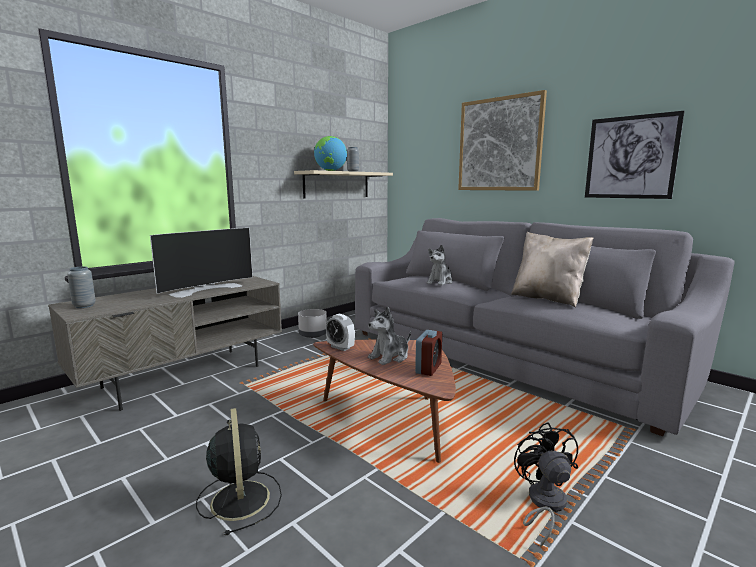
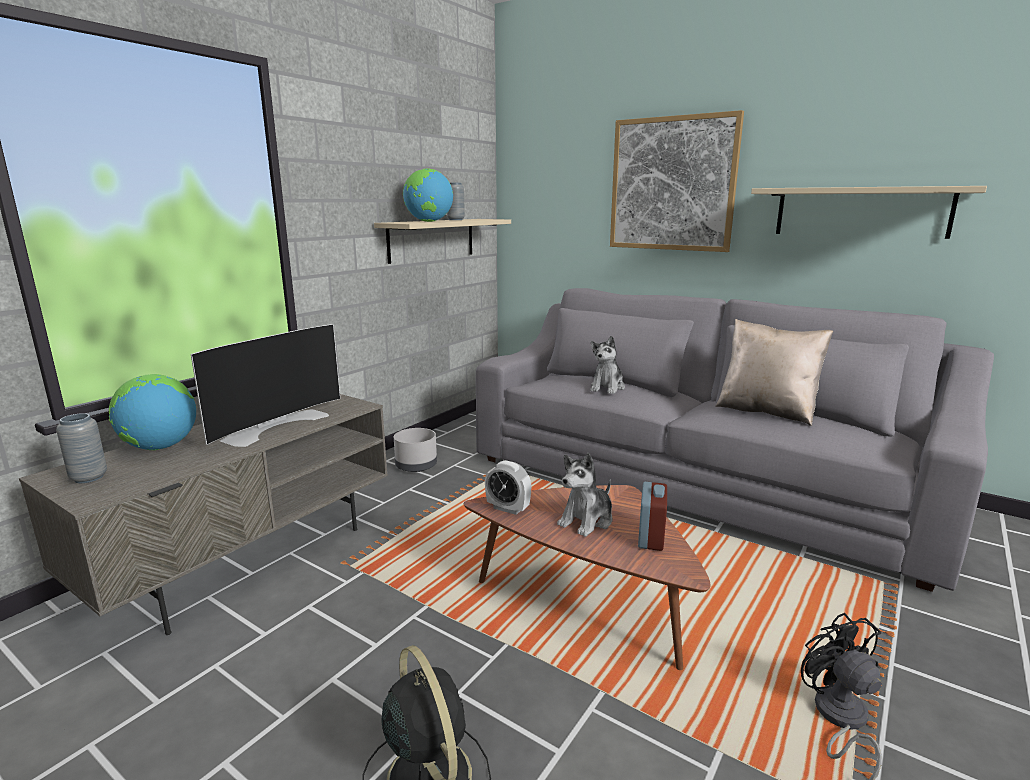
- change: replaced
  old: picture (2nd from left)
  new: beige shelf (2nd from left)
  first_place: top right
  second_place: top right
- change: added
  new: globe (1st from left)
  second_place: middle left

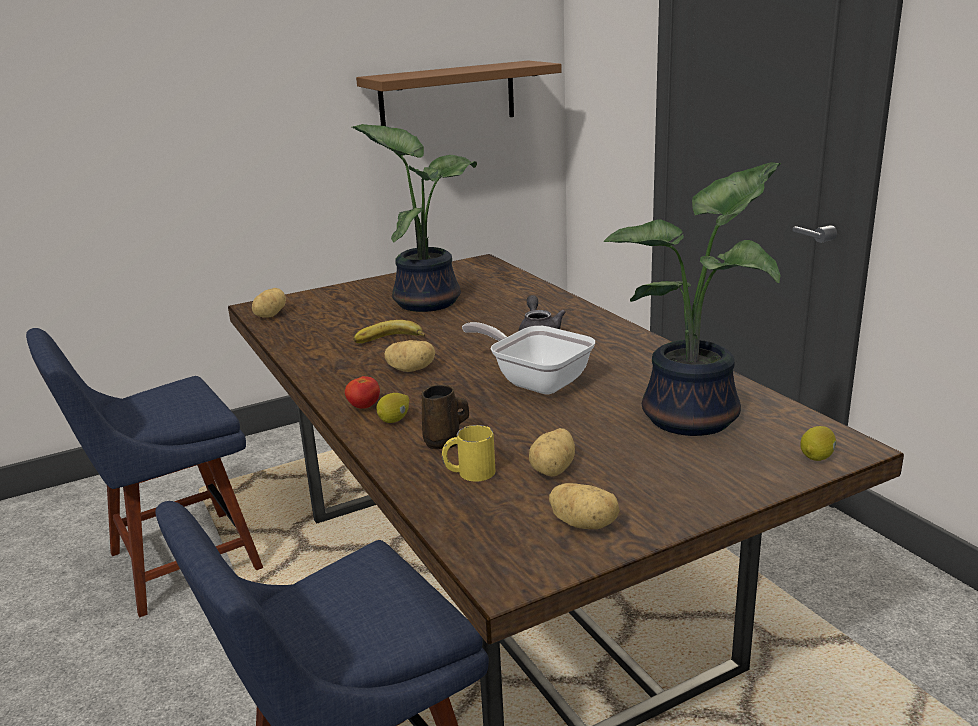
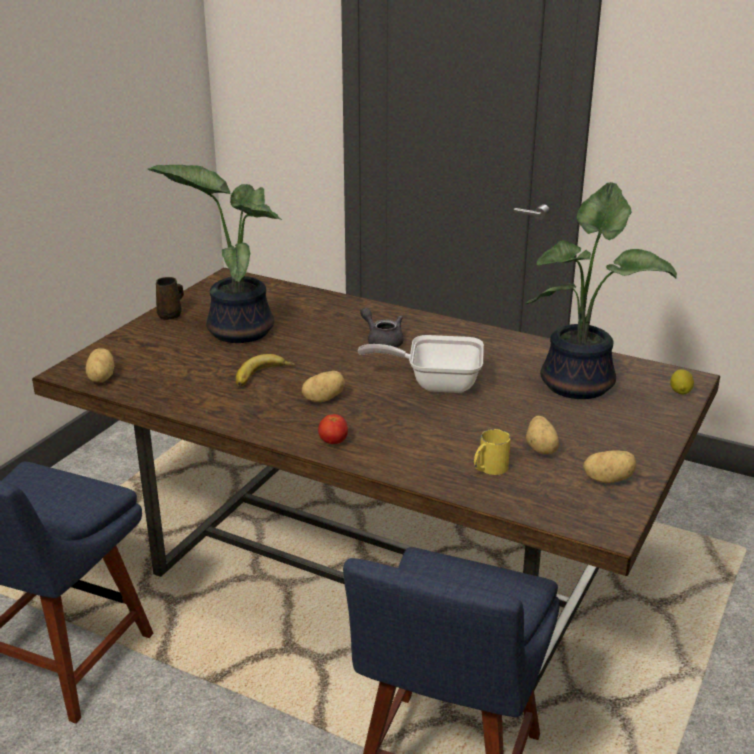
- change: removed
  old: brown shelf
  first_place: top centre
- change: removed
  old: lemon (1st from left)
  first_place: centre
- change: moved
  old: brown mug
  first_place: centre
  second_place: middle left

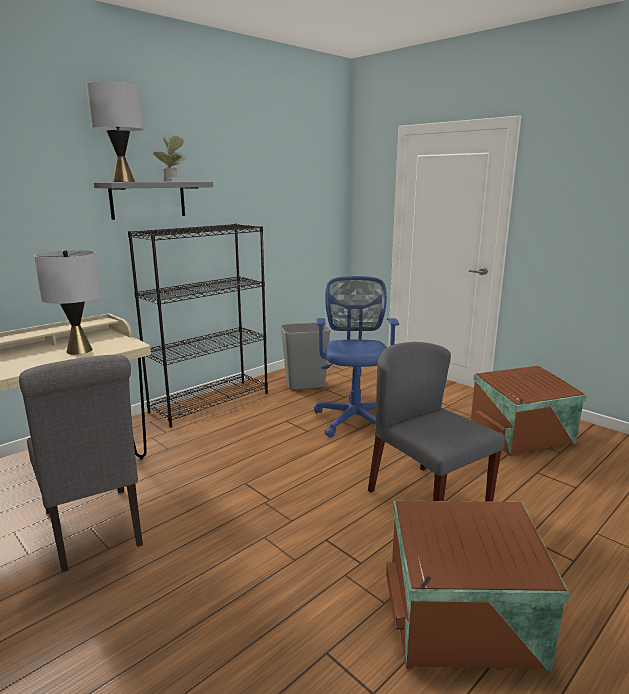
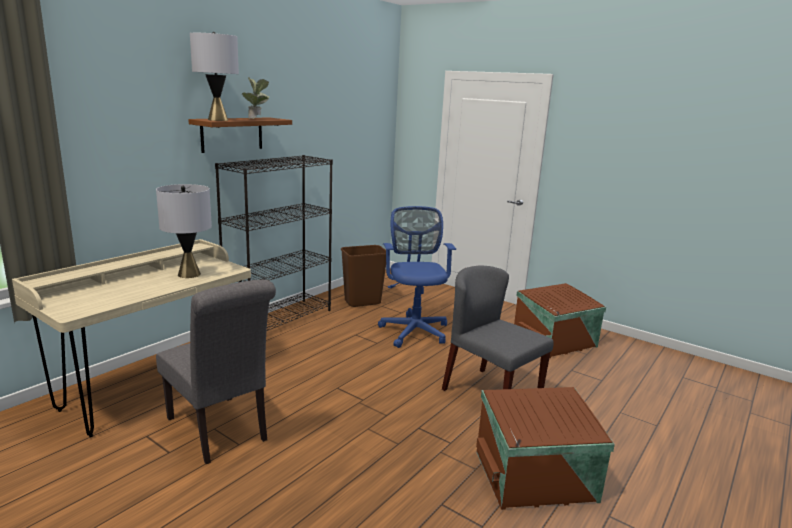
- change: recoloured
  old: grey shelf
  new: brown shelf
  first_place: top left
  second_place: top left
- change: recoloured
  old: grey trash can
  new: brown trash can
  first_place: centre
  second_place: centre

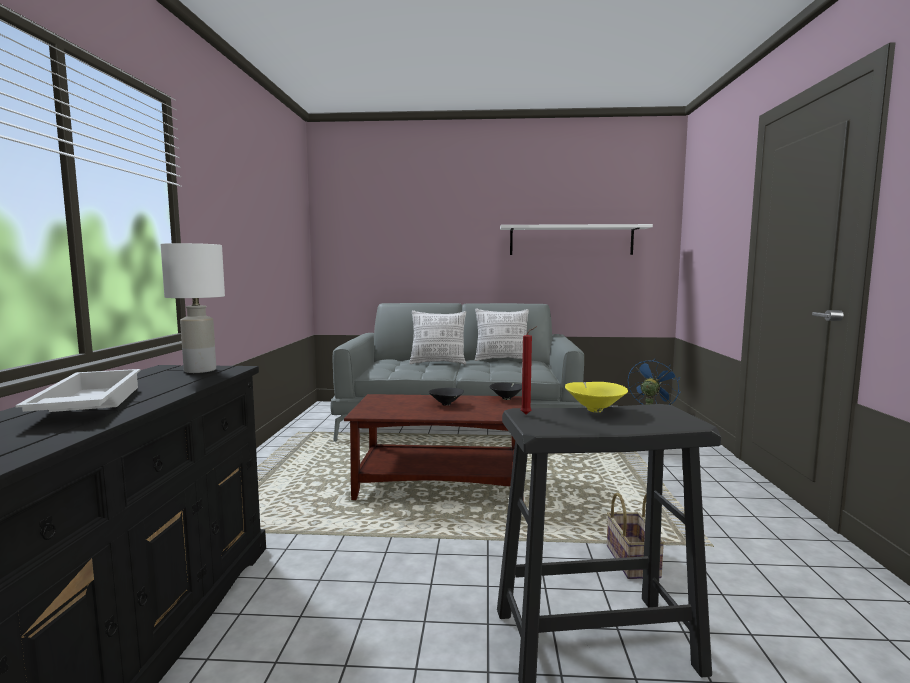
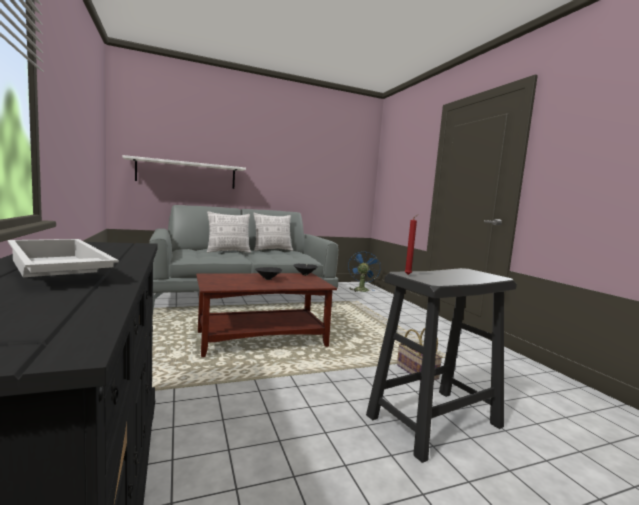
- change: removed
  old: white table lamp
  first_place: middle left
- change: moved
  old: white shelf
  first_place: centre
  second_place: middle left
- change: removed
  old: yellow bowl
  first_place: centre

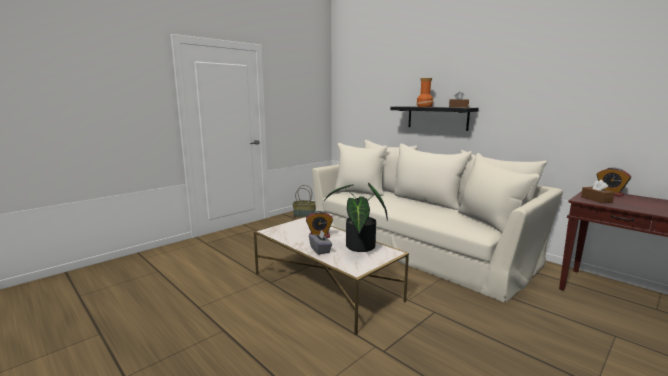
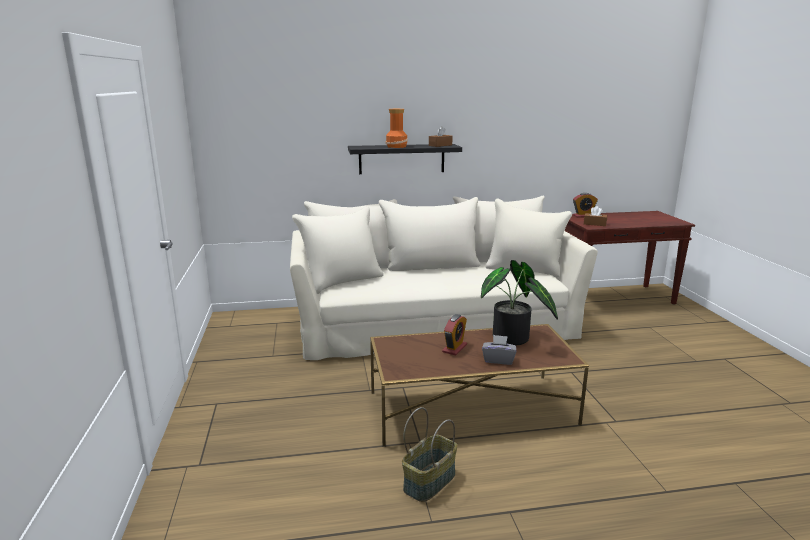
- change: recoloured
  old: white coffee table
  new: brown coffee table
  first_place: bottom centre
  second_place: bottom centre
- change: moved
  old: basket
  first_place: centre
  second_place: bottom centre

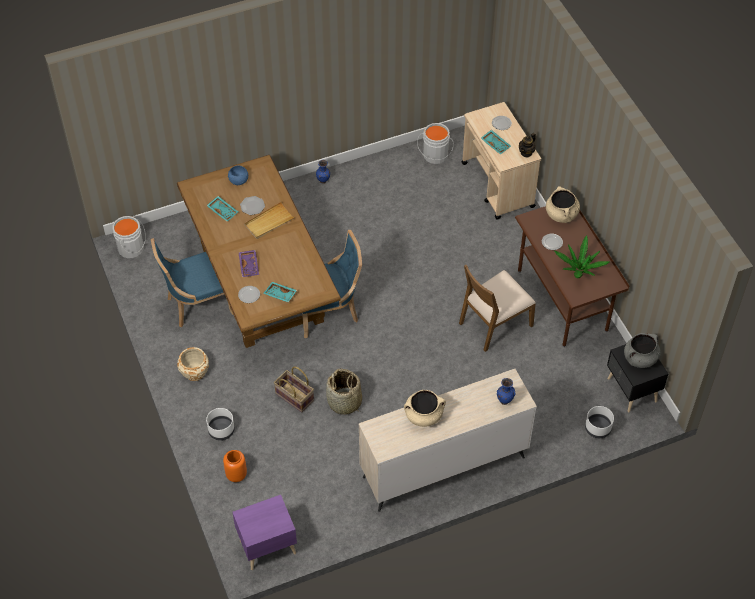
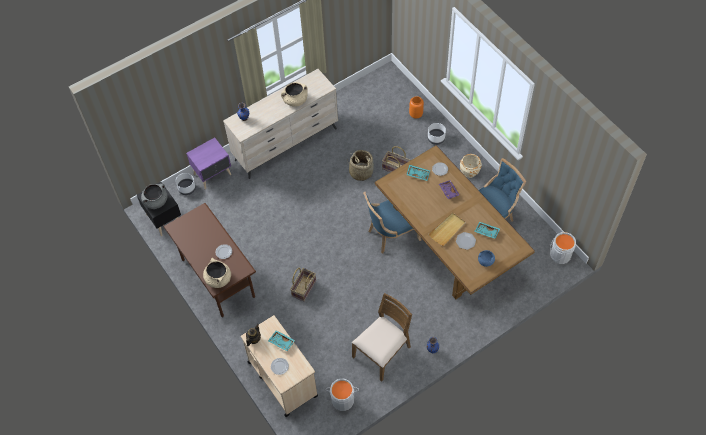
- change: moved
  old: purple nightstand
  first_place: bottom centre
  second_place: middle left
- change: moved
  old: brown chair
  first_place: centre
  second_place: bottom centre
- change: removed
  old: potted plant
  first_place: middle right
- change: added
  new: basket (1st from left)
  second_place: centre

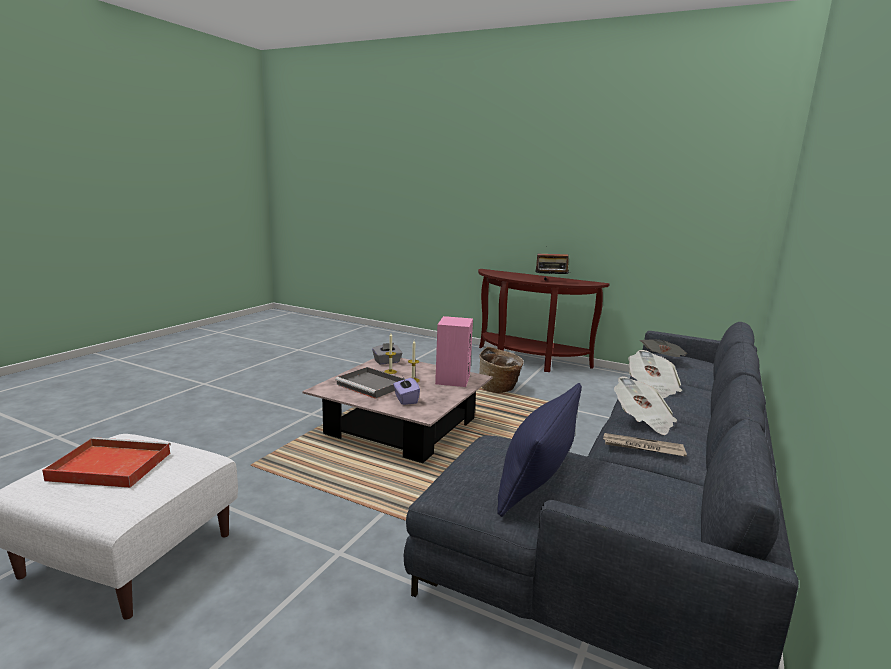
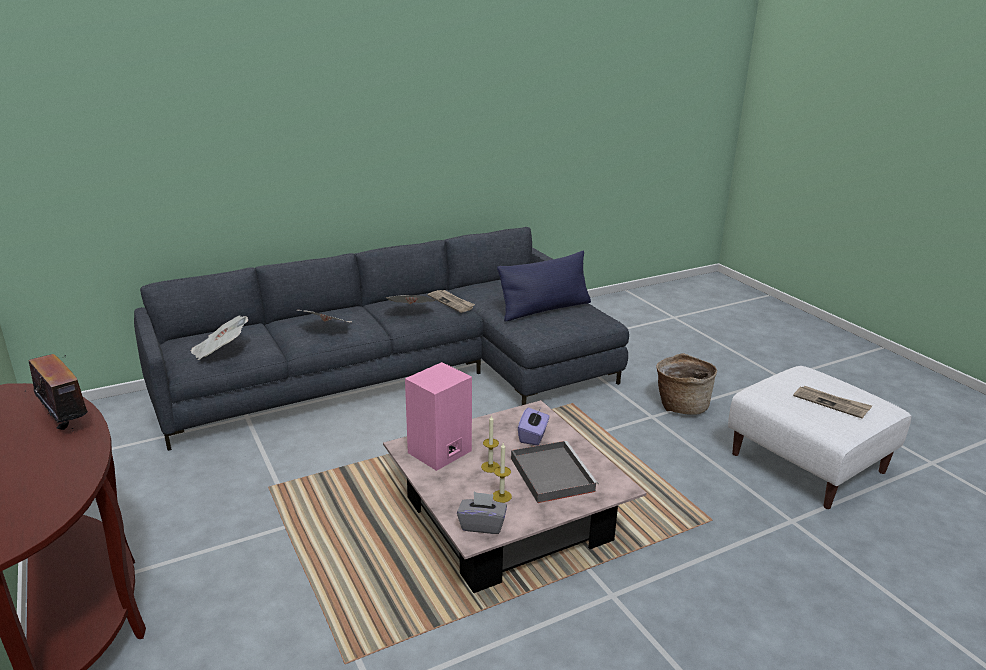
- change: replaced
  old: red tray
  new: newspaper (5th from left)
  first_place: bottom left
  second_place: middle right
- change: moved
  old: basket
  first_place: centre
  second_place: middle right

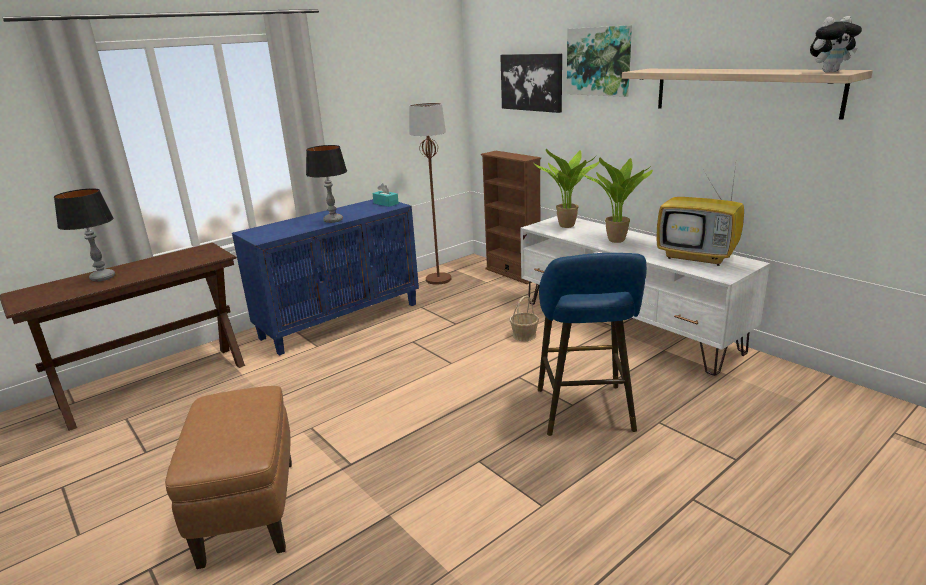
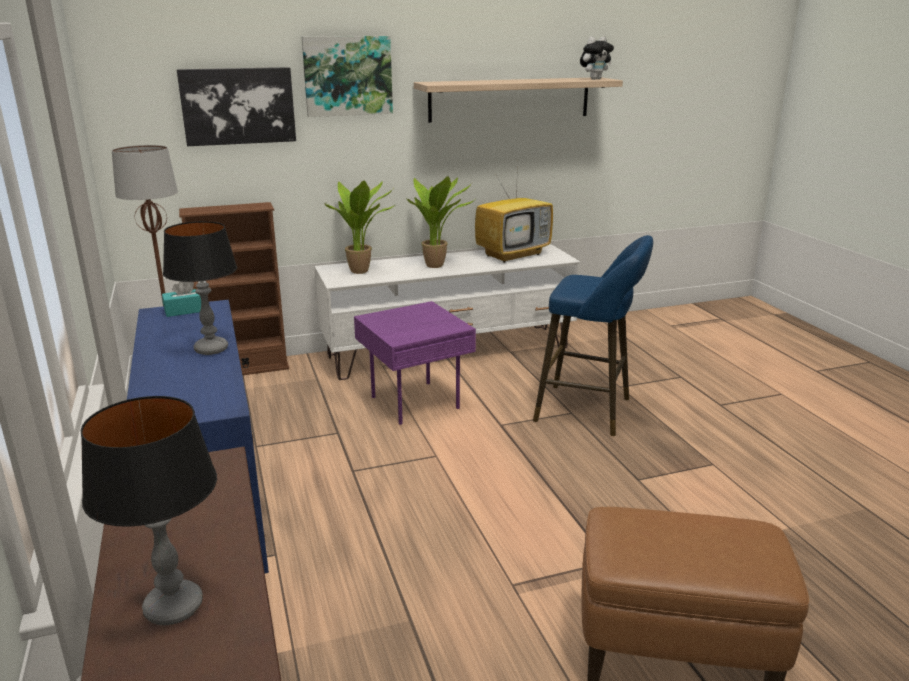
- change: replaced
  old: basket
  new: purple side table
  first_place: centre
  second_place: centre
- change: turned
  old: plush toy
  first_place: top right
  second_place: top centre
  degrees: 45

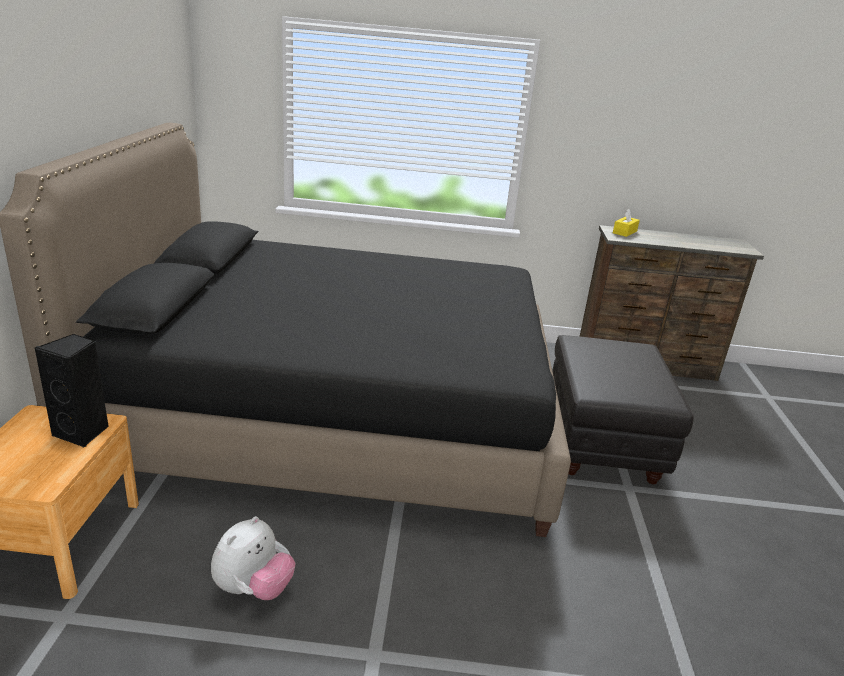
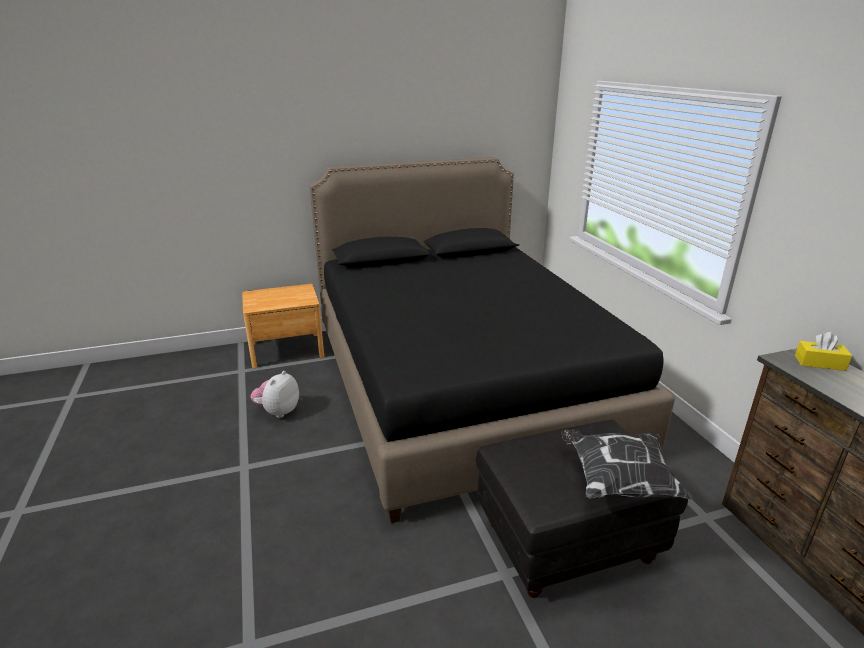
- change: removed
  old: black speaker
  first_place: middle left
- change: turned
  old: plush toy
  first_place: bottom left
  second_place: middle left
  degrees: 105
- change: added
  new: pillow
  second_place: bottom right

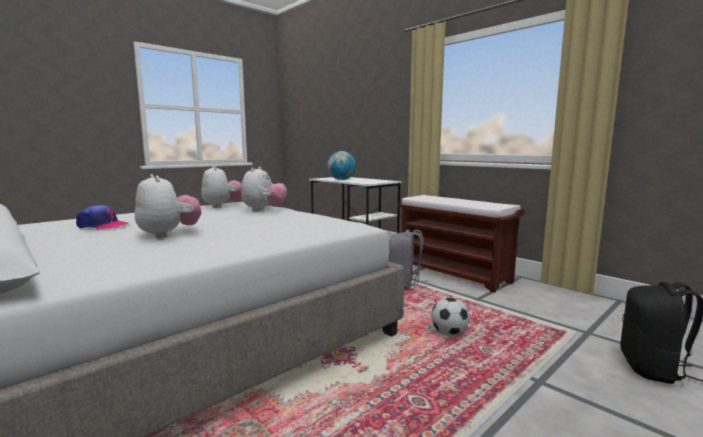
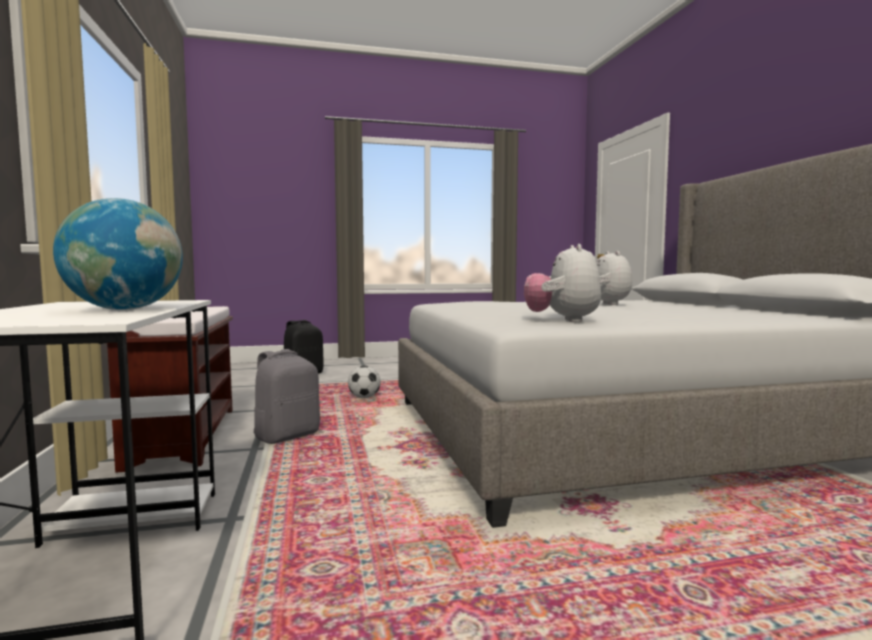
- change: removed
  old: cap
  first_place: middle left
- change: removed
  old: plush toy (3rd from left)
  first_place: centre

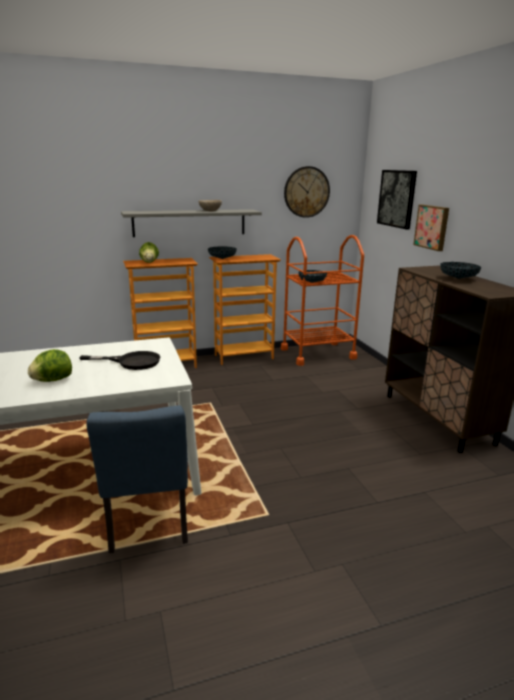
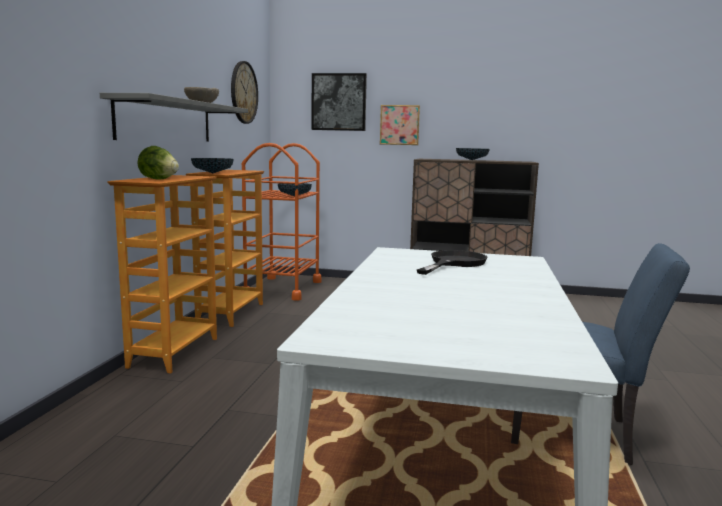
- change: removed
  old: lettuce (1st from left)
  first_place: middle left

